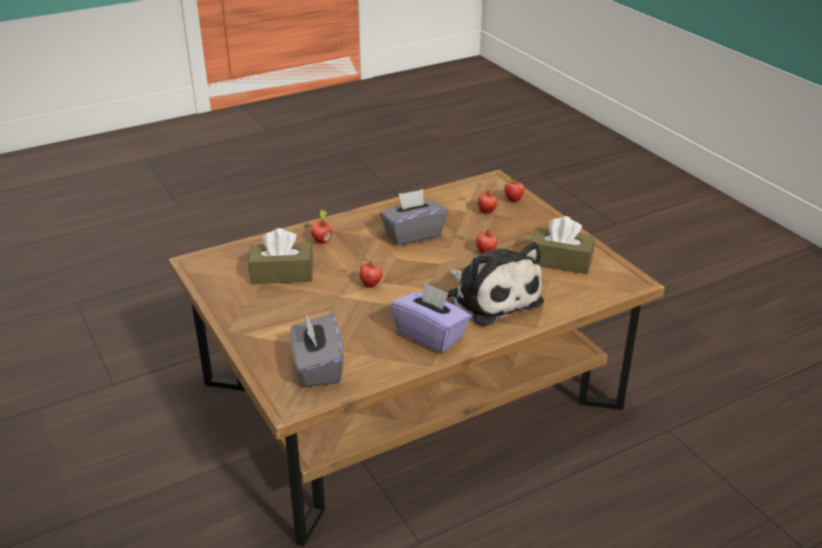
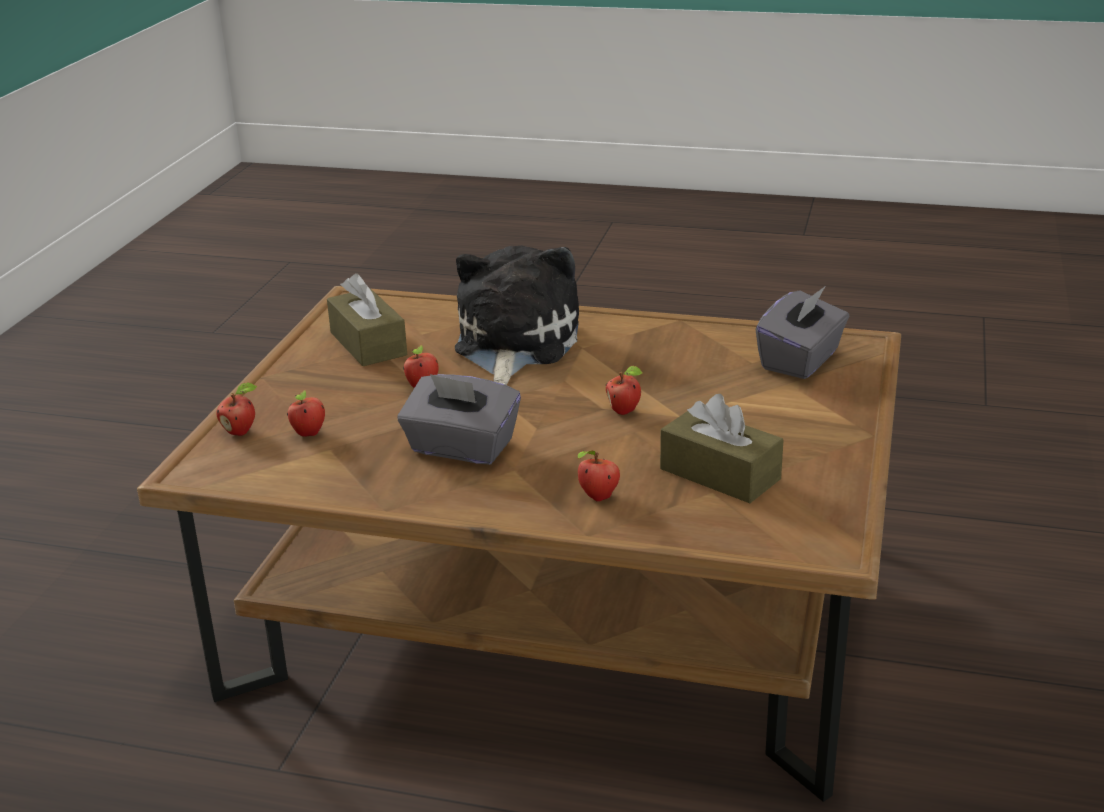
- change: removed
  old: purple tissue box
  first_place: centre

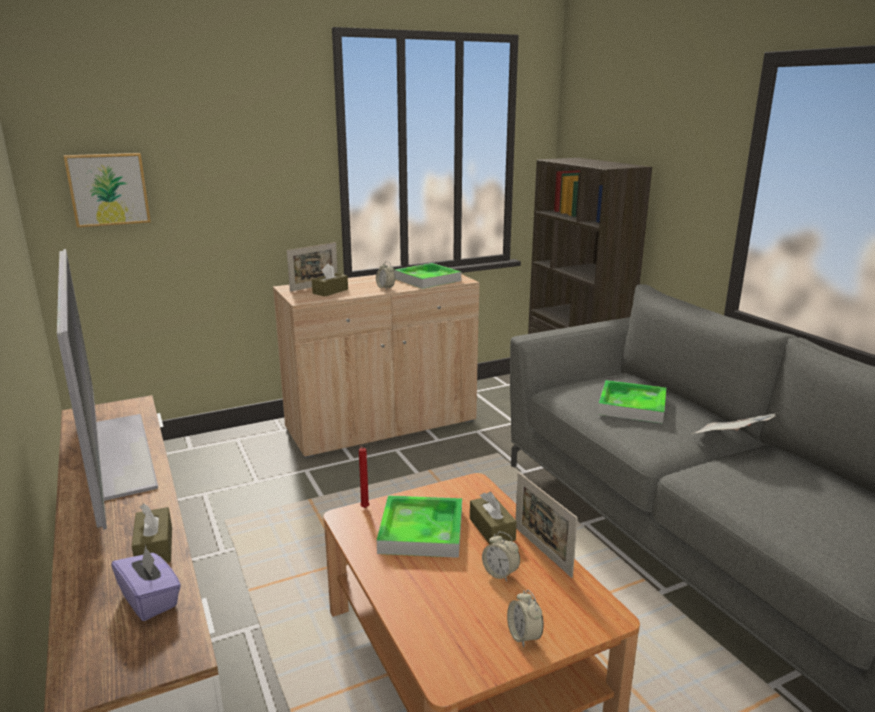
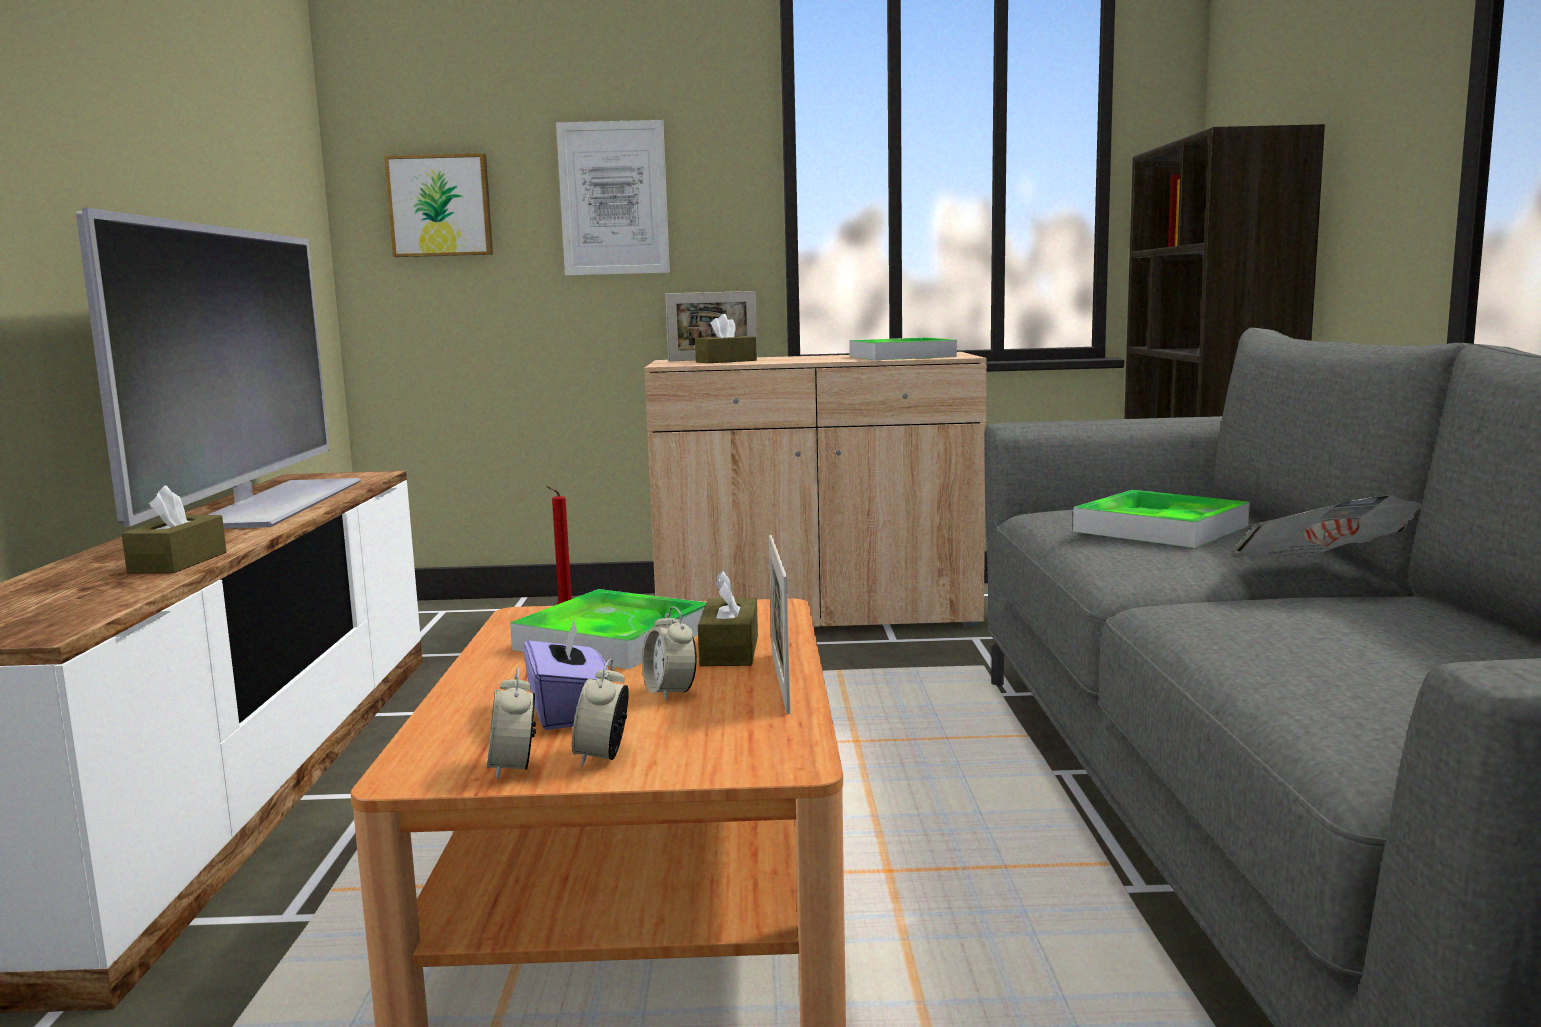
- change: moved
  old: purple tissue box
  first_place: bottom left
  second_place: centre
- change: moved
  old: alarm clock (1st from left)
  first_place: centre
  second_place: bottom left
- change: added
  new: picture (2nd from left)
  second_place: top centre

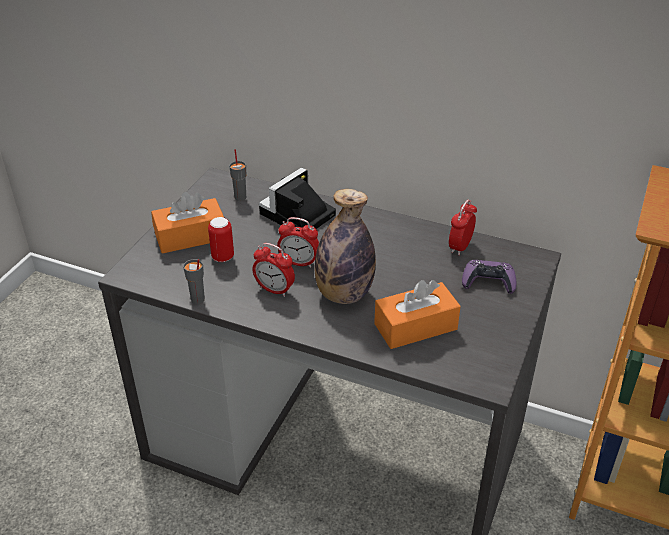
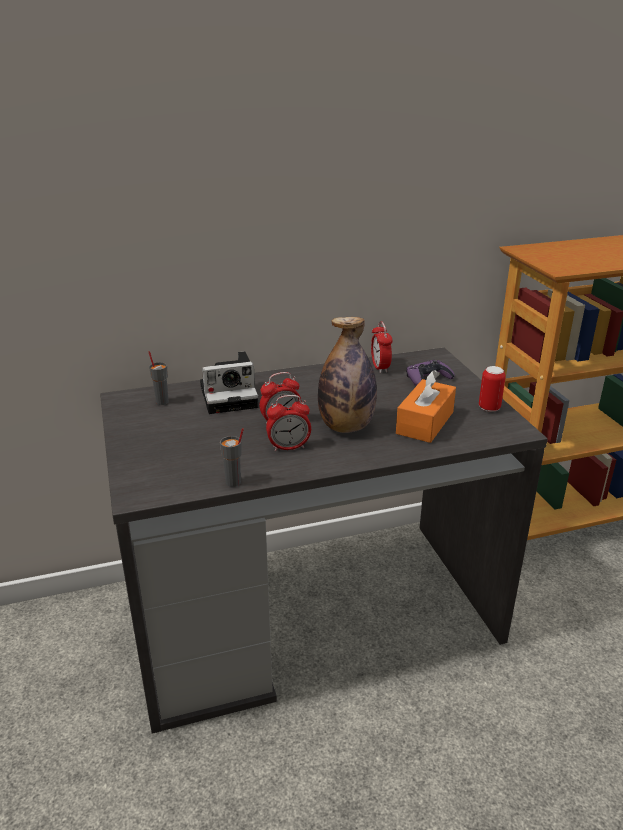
- change: removed
  old: orange tissue box (1st from left)
  first_place: middle left
- change: moved
  old: can
  first_place: middle left
  second_place: middle right
- change: turned
  old: photo camera
  first_place: centre
  second_place: centre
  degrees: -105

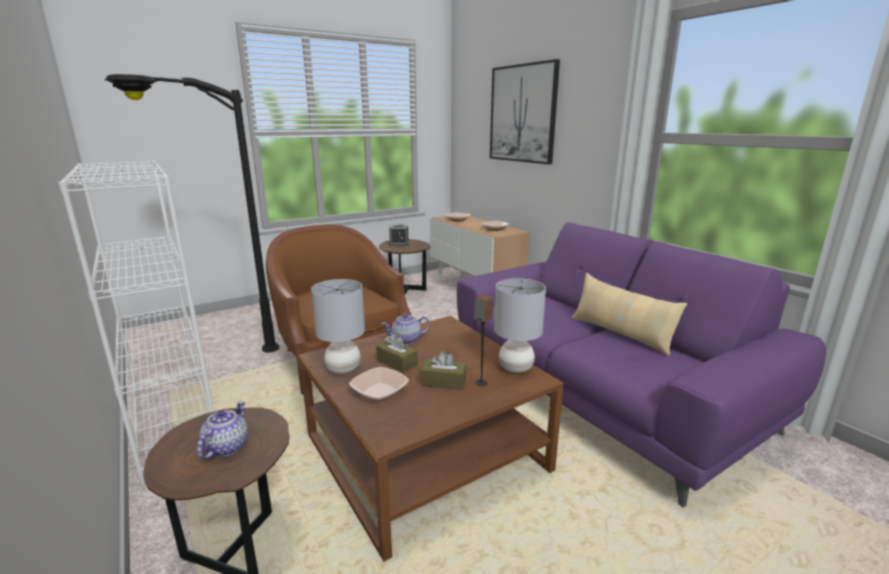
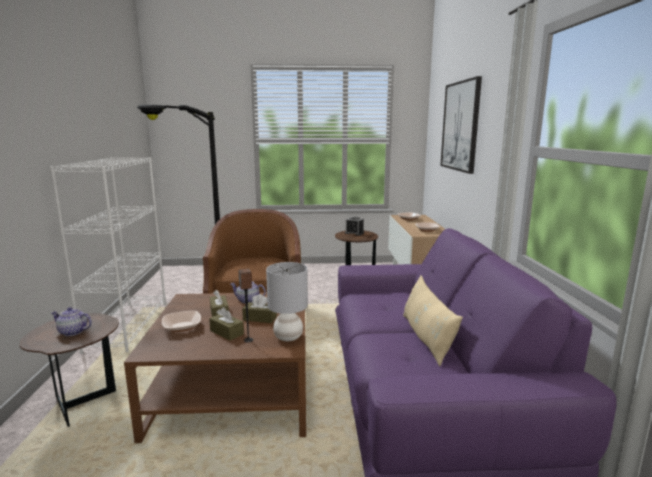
- change: turned
  old: teapot (1st from left)
  first_place: bottom left
  second_place: bottom left
  degrees: -120
- change: removed
  old: grey table lamp (1st from left)
  first_place: centre
- change: added
  new: brown tissue box (3rd from left)
  second_place: centre

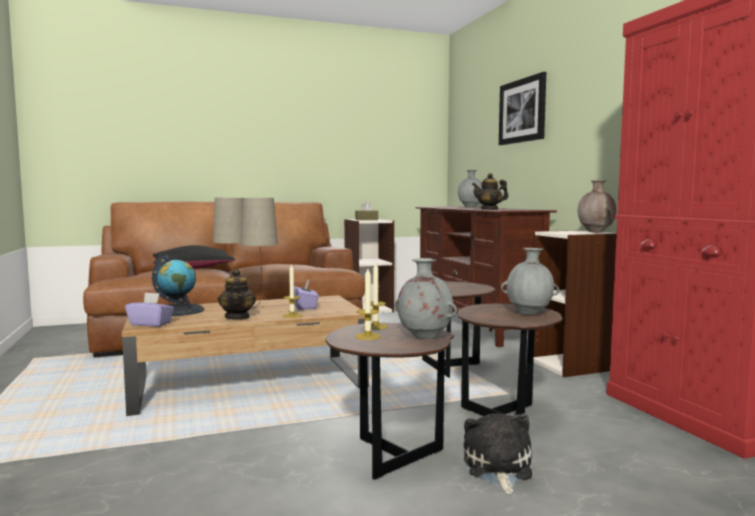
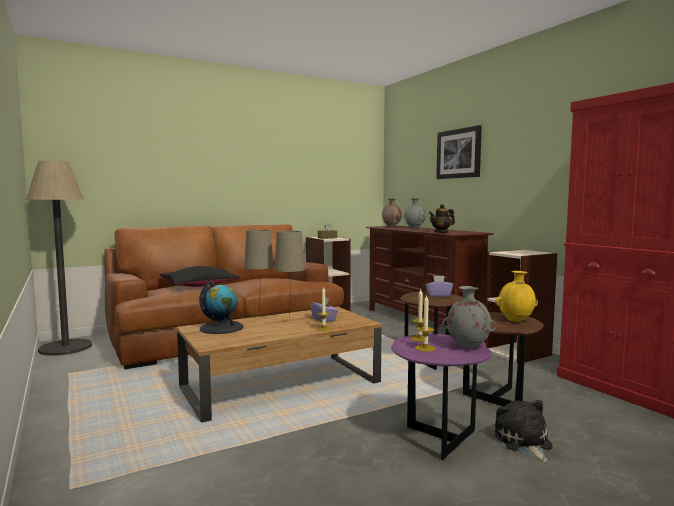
- change: moved
  old: purple tissue box (1st from left in the first image)
  new: purple tissue box (2nd from left)
  first_place: middle left
  second_place: centre
- change: removed
  old: teapot (1st from left)
  first_place: middle left
- change: recoloured
  old: brown side table (1st from left)
  new: purple side table
  first_place: bottom centre
  second_place: bottom centre
- change: recoloured
  old: grey vase (3rd from left)
  new: yellow vase
  first_place: middle right
  second_place: middle right
- change: moved
  old: brown vase
  first_place: middle right
  second_place: centre
- change: added
  new: floor lamp
  second_place: middle left

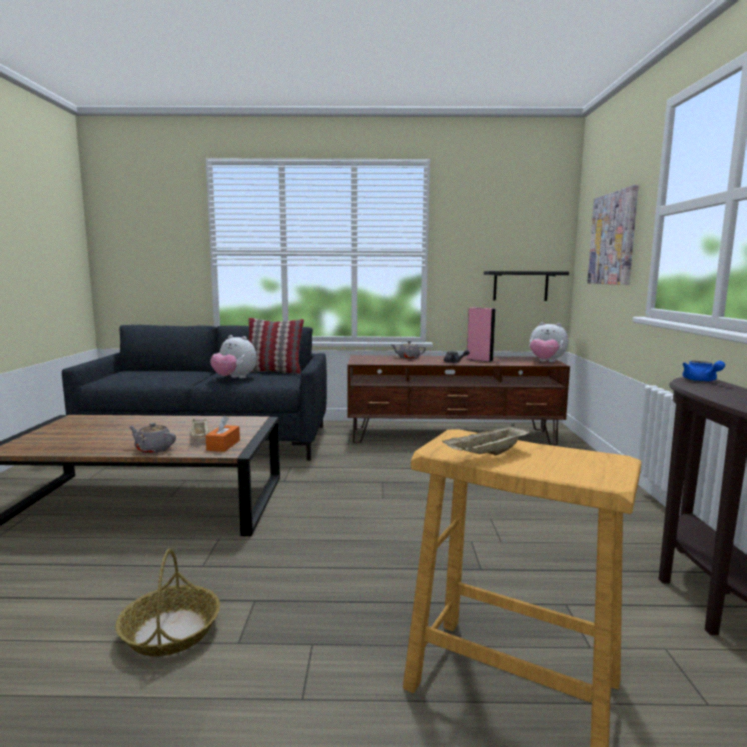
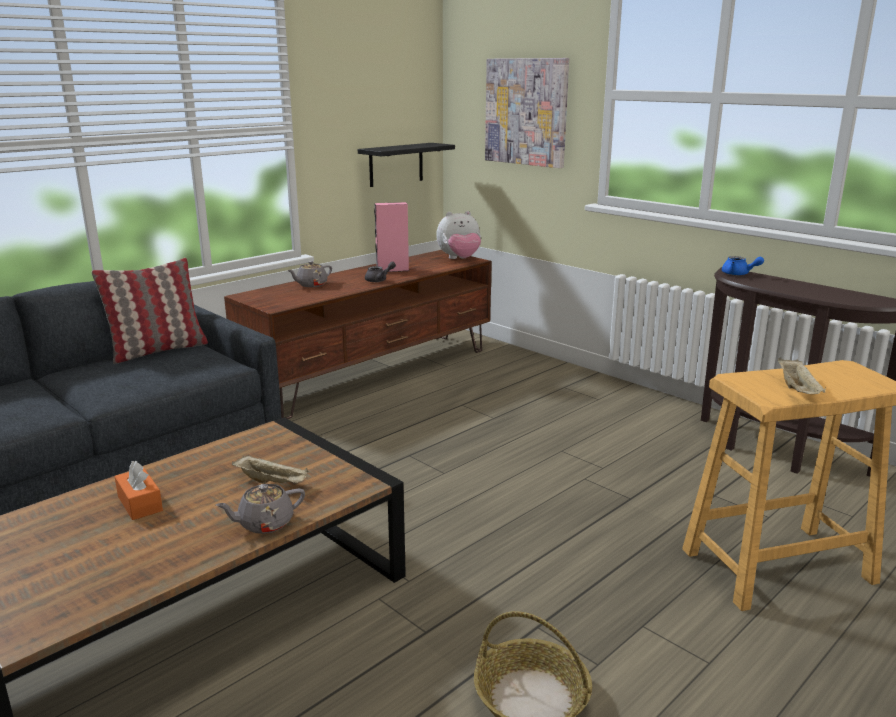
- change: moved
  old: orange tissue box
  first_place: middle left
  second_place: bottom left
- change: removed
  old: plush toy (1st from left)
  first_place: middle left

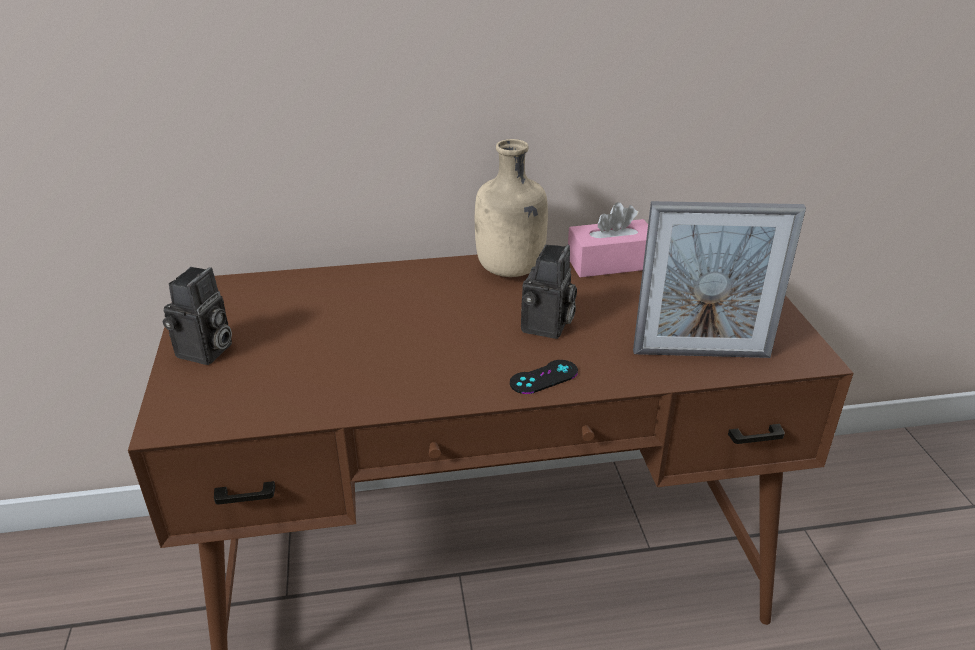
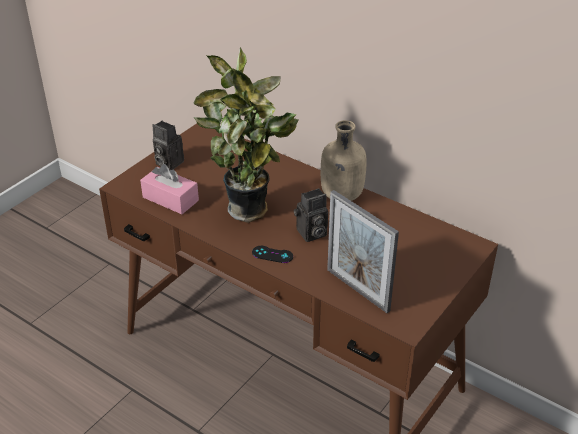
- change: turned
  old: photo camera (1st from left)
  first_place: middle left
  second_place: middle left
  degrees: 60
- change: moved
  old: pink tissue box
  first_place: centre
  second_place: middle left
- change: added
  new: potted plant
  second_place: top centre

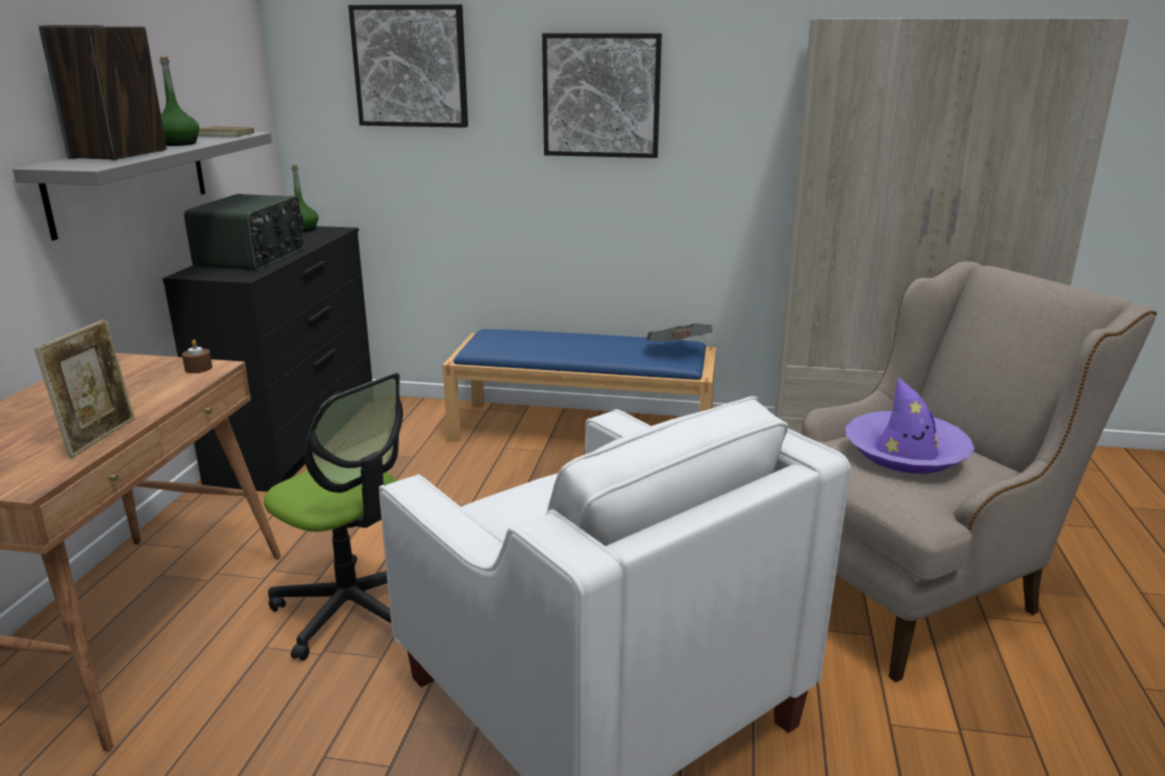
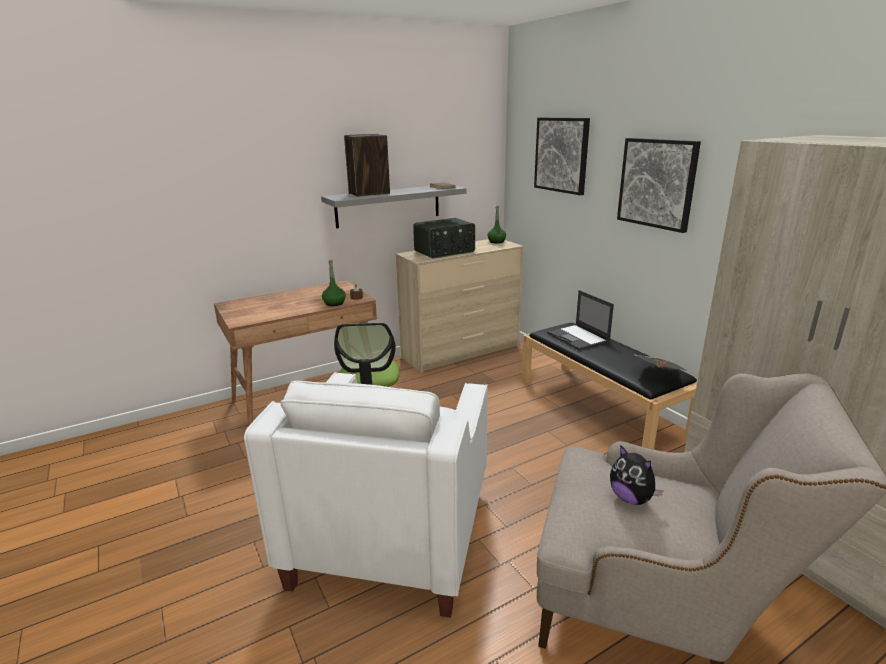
- change: removed
  old: picture frame
  first_place: middle left
- change: moved
  old: green bottle (1st from left)
  first_place: top left
  second_place: centre
- change: recoloured
  old: black dresser
  new: beige dresser
  first_place: middle left
  second_place: centre
- change: recoloured
  old: blue bench
  new: black bench
  first_place: centre
  second_place: middle right
- change: replaced
  old: purple hat
  new: plush toy
  first_place: middle right
  second_place: bottom right
- change: added
  new: laptop
  second_place: centre

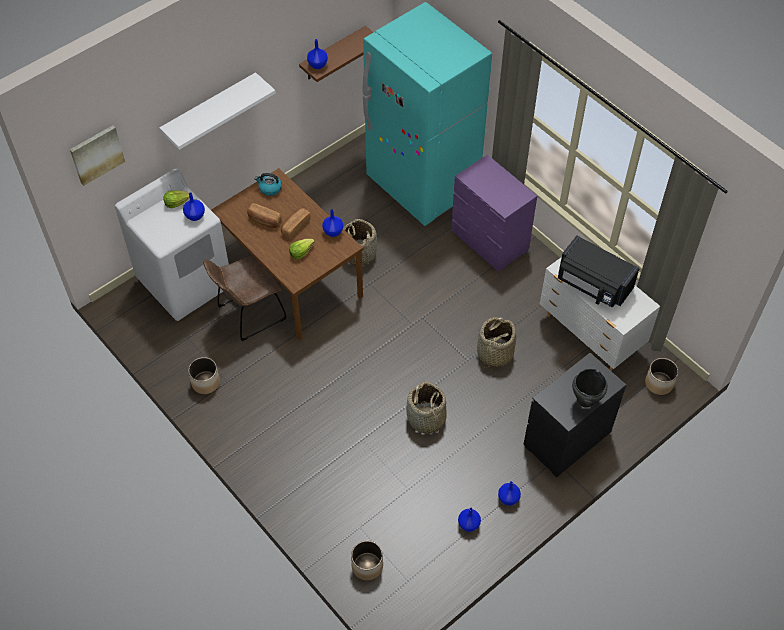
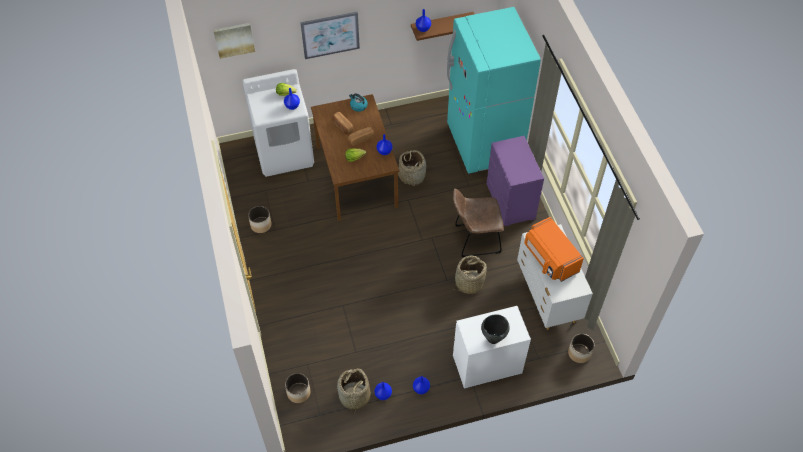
- change: replaced
  old: white shelf
  new: picture (2nd from left)
  first_place: top left
  second_place: top centre
- change: moved
  old: brown chair
  first_place: middle left
  second_place: centre
- change: moved
  old: basket (2nd from left in the first image)
  new: basket (1st from left)
  first_place: centre
  second_place: bottom centre
- change: recoloured
  old: black dresser
  new: white dresser (1st from left)
  first_place: middle right
  second_place: bottom centre
- change: recoloured
  old: black microwave
  new: orange microwave
  first_place: middle right
  second_place: middle right

